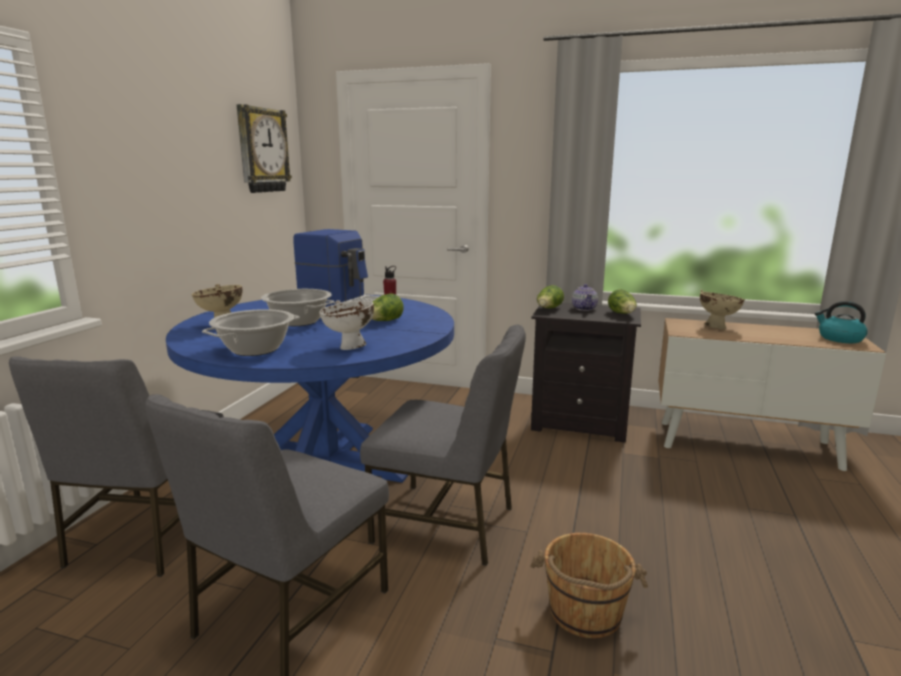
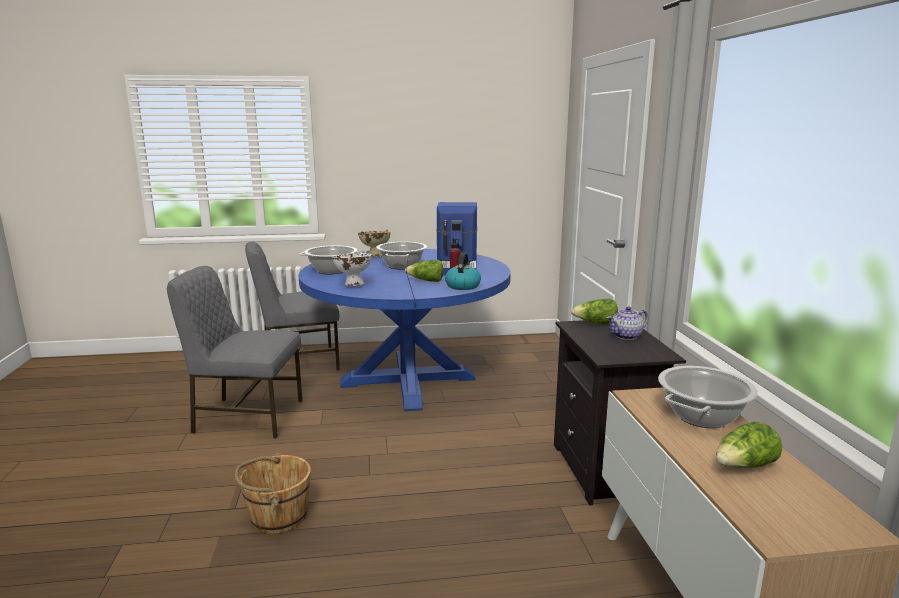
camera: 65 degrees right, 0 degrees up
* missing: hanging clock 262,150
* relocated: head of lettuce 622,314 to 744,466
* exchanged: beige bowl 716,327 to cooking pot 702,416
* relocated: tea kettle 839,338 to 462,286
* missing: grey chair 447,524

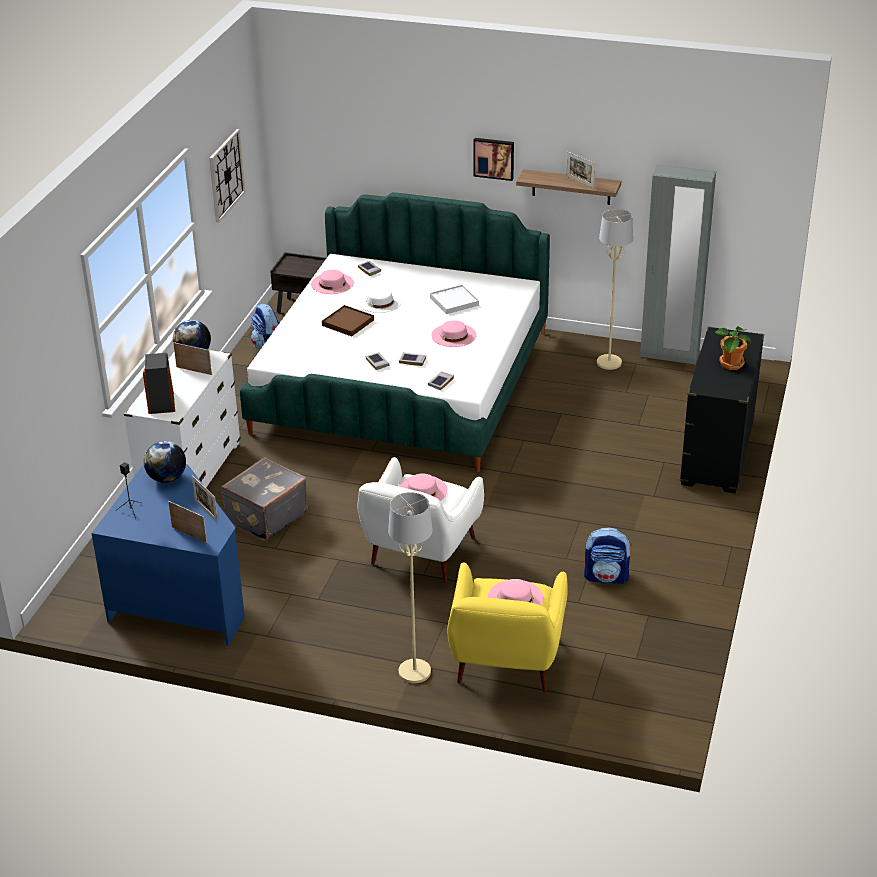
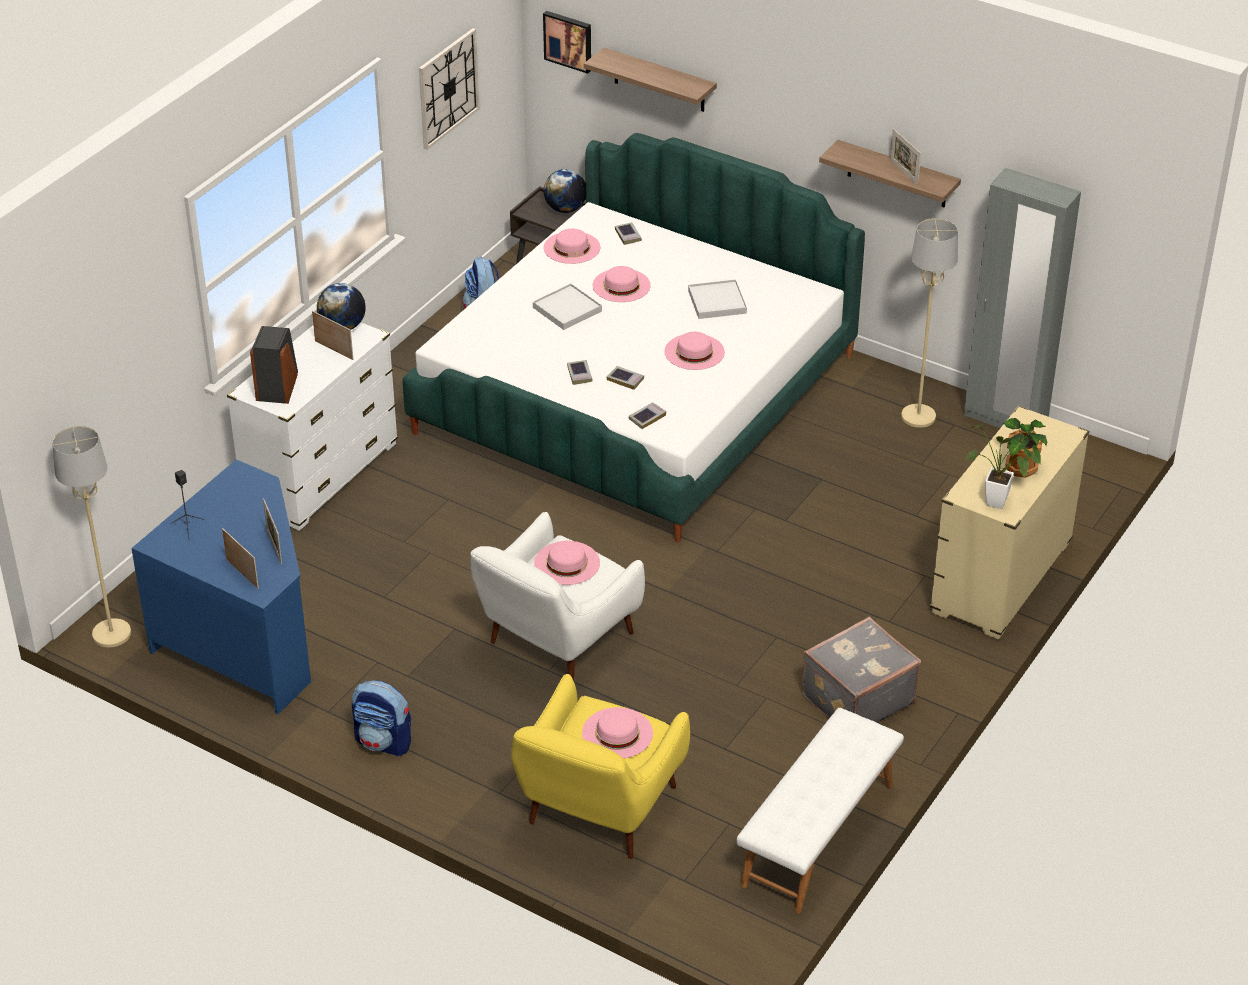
camera: 15 degrees right, 5 degrees up
* relocated: wall picture 494,158 to 568,40
* colour: whitish clothing hat 380,301 to pinkish clothing hat 621,285
* colour: brown tray 348,323 to whitish tray 567,309
* colour: black dresser 717,454 to beige dresser 1001,579
* relocated: globe 167,478 to 565,209
* relocated: grey suitcase 265,517 to 856,698
* relocated: beige standing lamp 415,672 to 112,634
* relocated: backpack 607,577 to 384,742
* appeared: bracket shelf 659,80
* appeared: potted plant 1001,504
* appeared: whitish bench 819,835

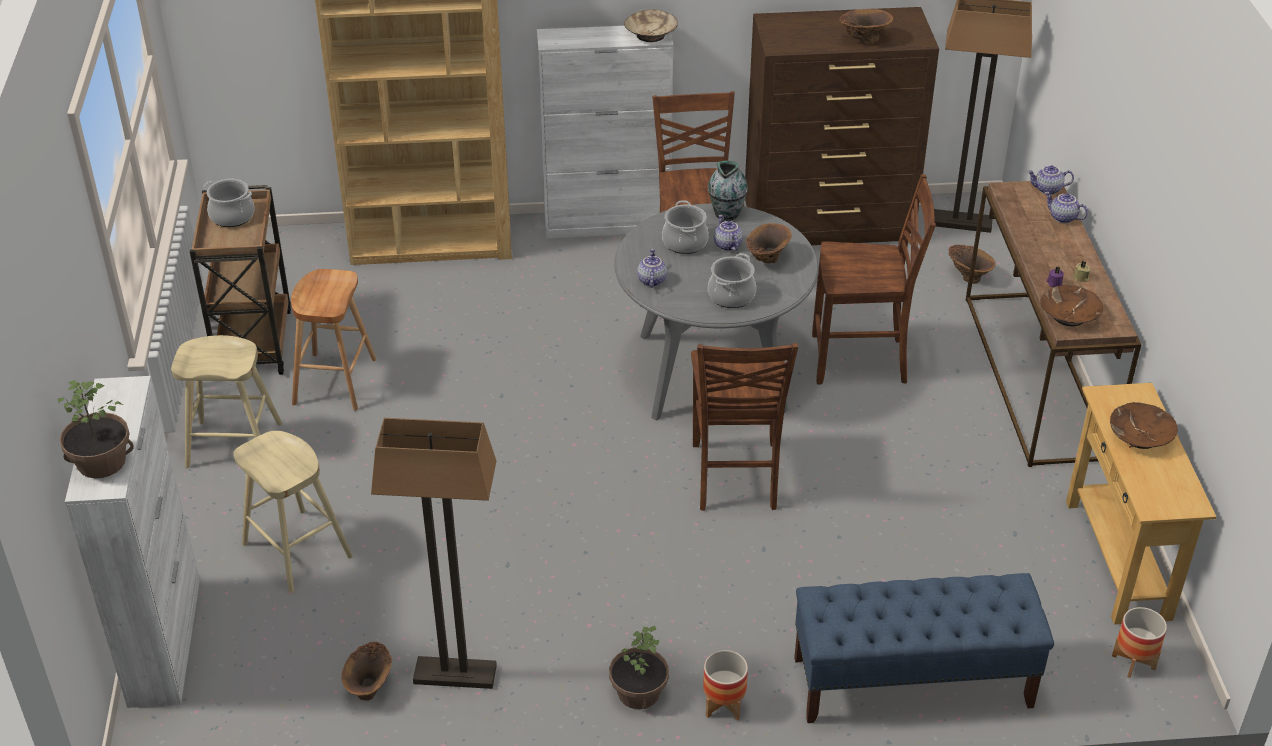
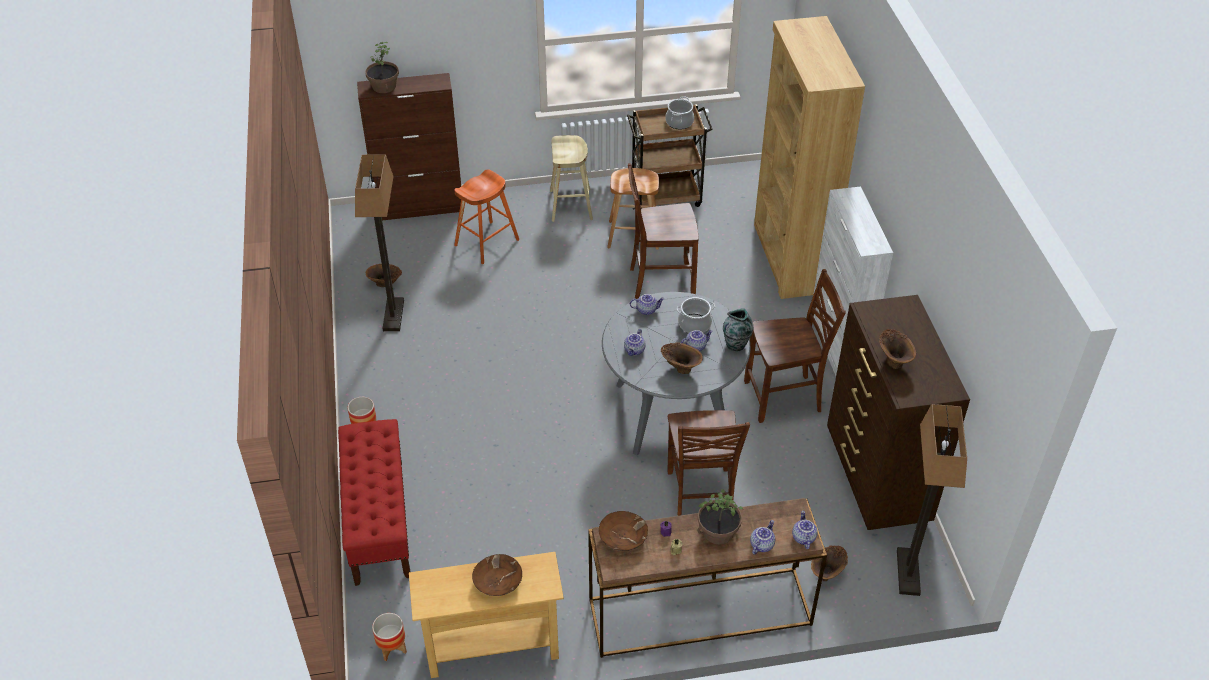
camera: 85 degrees right, 5 degrees up
* missing: beige bowl 651,35
* exchanged: cooking pot 731,296 to pot for tea 635,350
* relocated: brown chair 735,478 to 660,282
* colour: whitish storage cabinet 165,640 to brown storage cabinet 420,207
* colour: beige stool seat 296,550 to orange-coloured stool seat 487,242
* colour: blue bench 911,682 to red-coloured bench 379,521
* relocated: potted plant 638,692 to 718,531

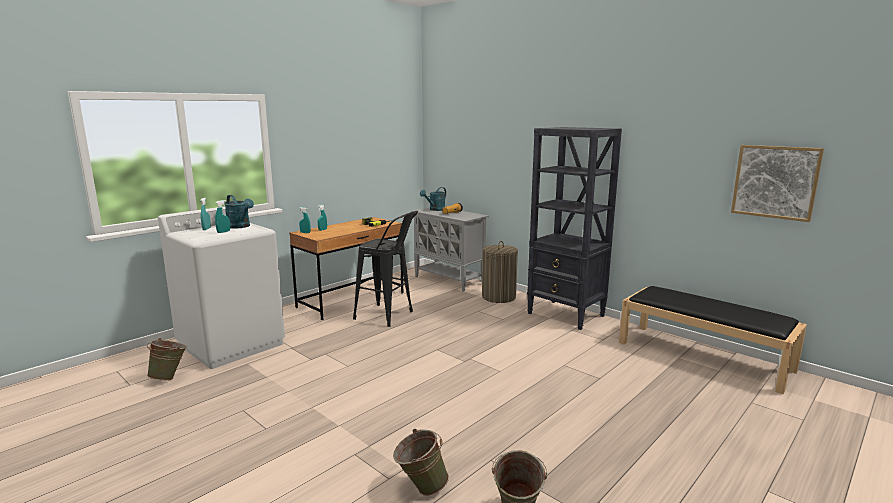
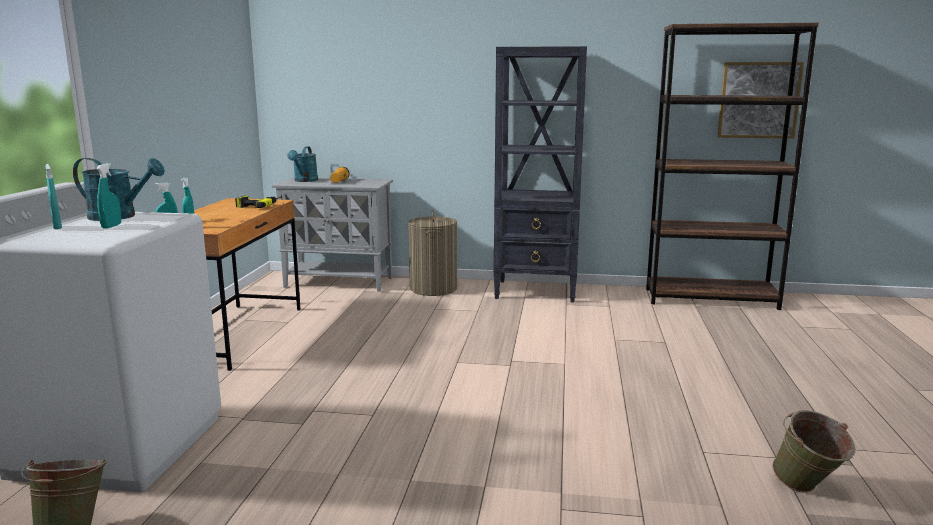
camera: 35 degrees left, 0 degrees up
* missing: black stool seat 388,316
* exchanged: black bench 704,356 to brown bookcase 711,299
* missing: green pail 420,488

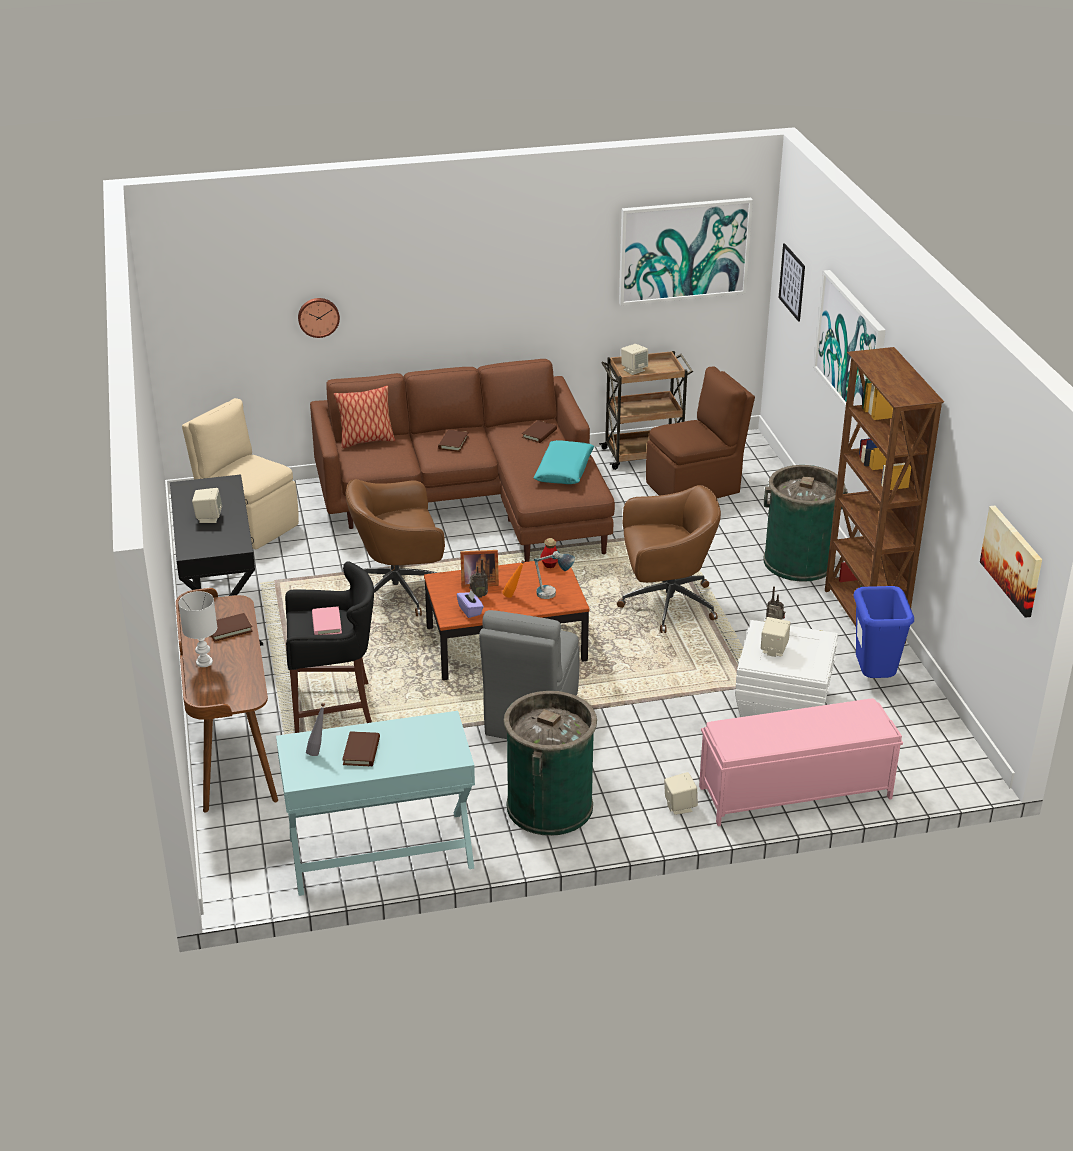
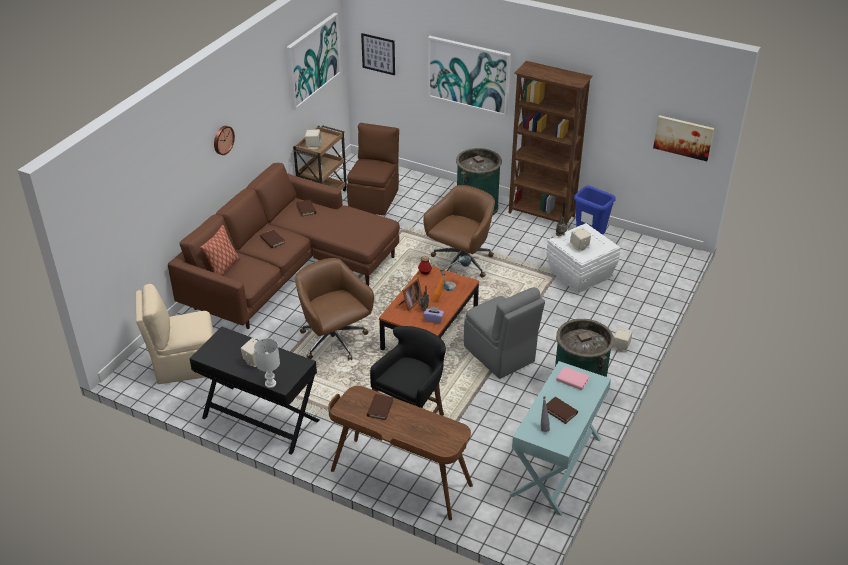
camera: 50 degrees left, 5 degrees up
* relocated: hanging clock 318,316 to 222,140
* missing: turquoise-coloured throw pillow 564,470
* spun: brown desk chair 400,591 = 334,342 120 degrees clockwise
* relocated: whitish table lamp 204,662 to 270,384
* relocated: pinkish bound book 326,623 to 572,380
* missing: pinkish bench 793,792

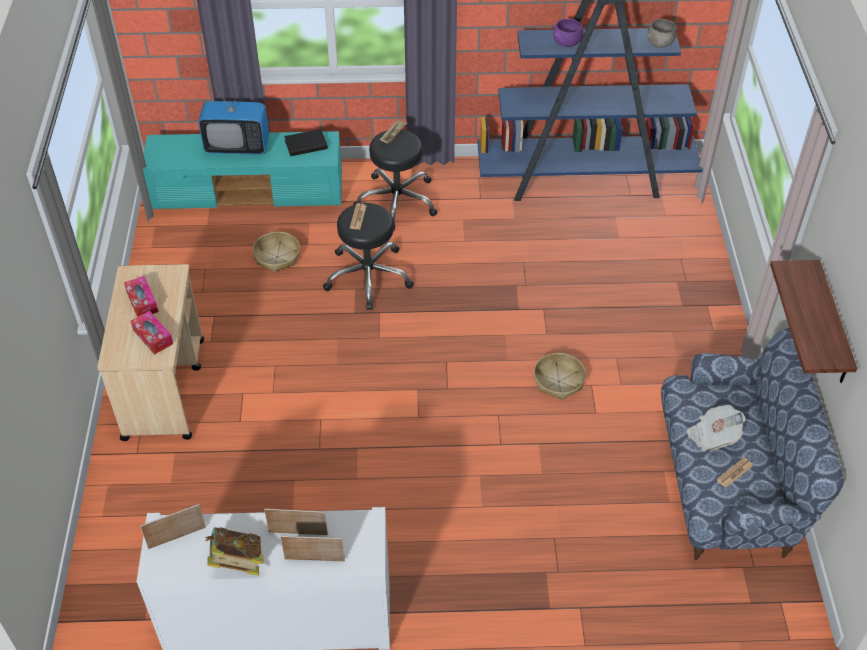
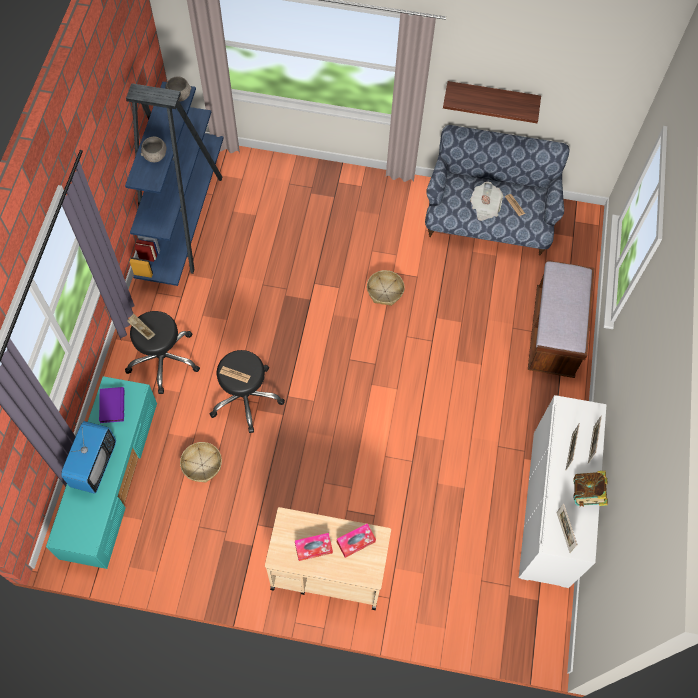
camera: 80 degrees left, 15 degrees up
* colour: purplish bowl 567,42 to grey bowl 155,156
* colour: black bound book 306,144 to purplish bound book 111,405
* appeared: brown bench 554,334

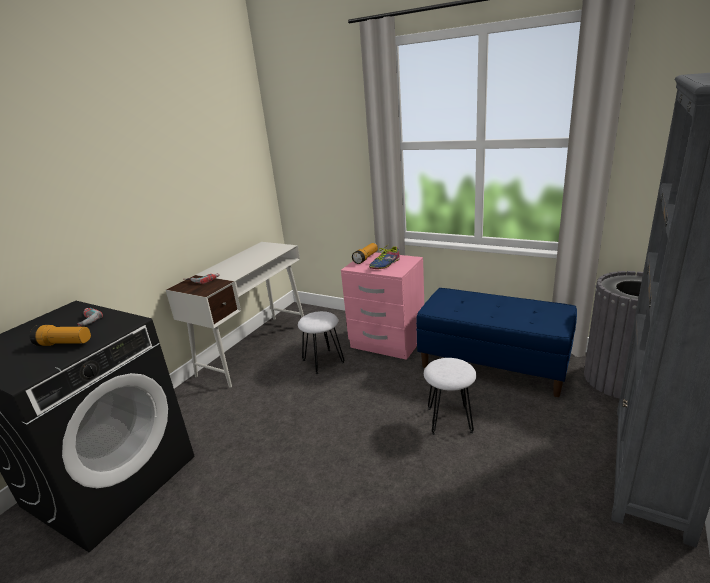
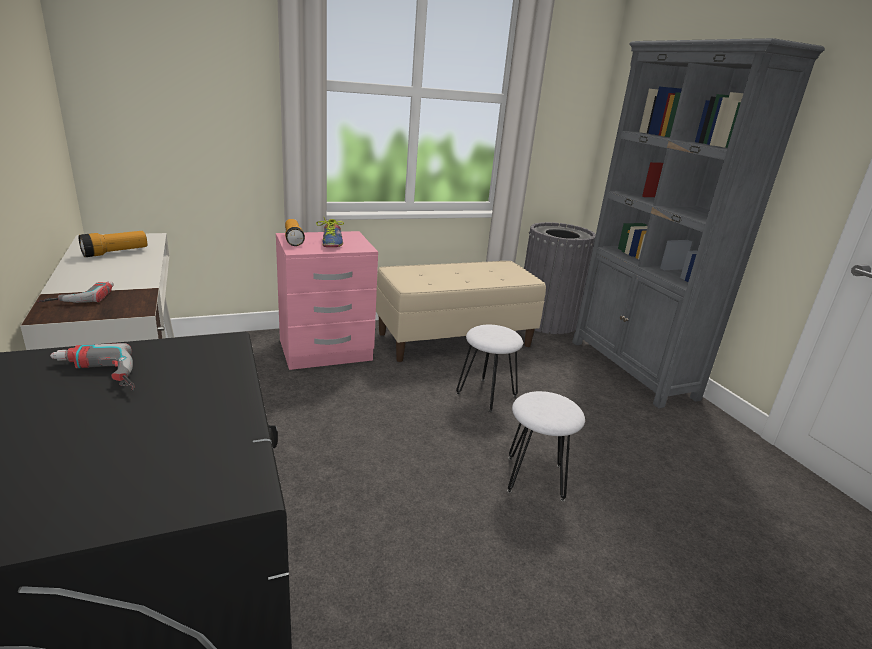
camera: 55 degrees left, 0 degrees up
* colour: blue bench 493,365 to beige bench 455,339
* relocated: whitish stool seat 323,361 to 536,478
* relocated: flashlight 64,344 to 115,253

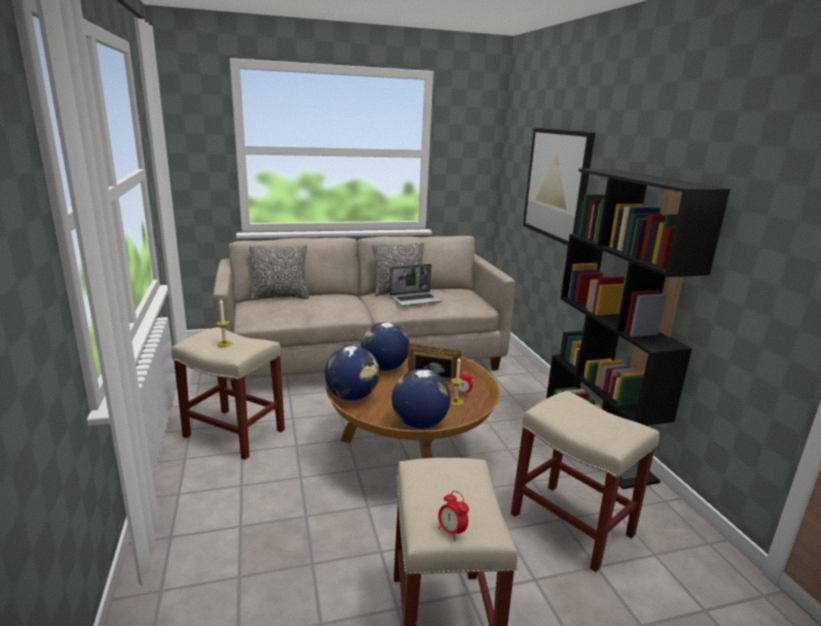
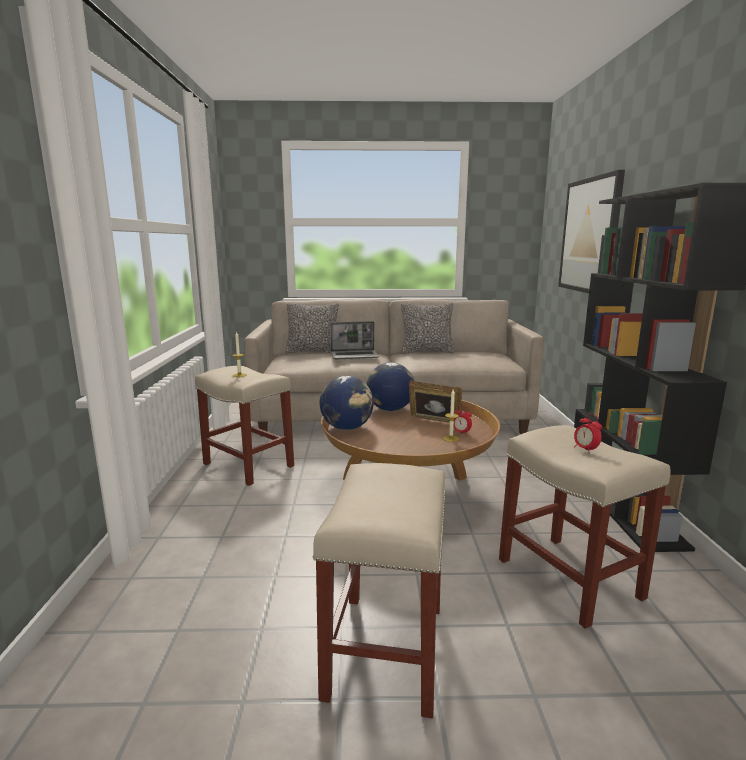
camera: 15 degrees right, 5 degrees down
* relocated: notebook computer 416,300 to 355,356
* missing: globe 419,423
* relocated: table clock 451,532 to 585,450

